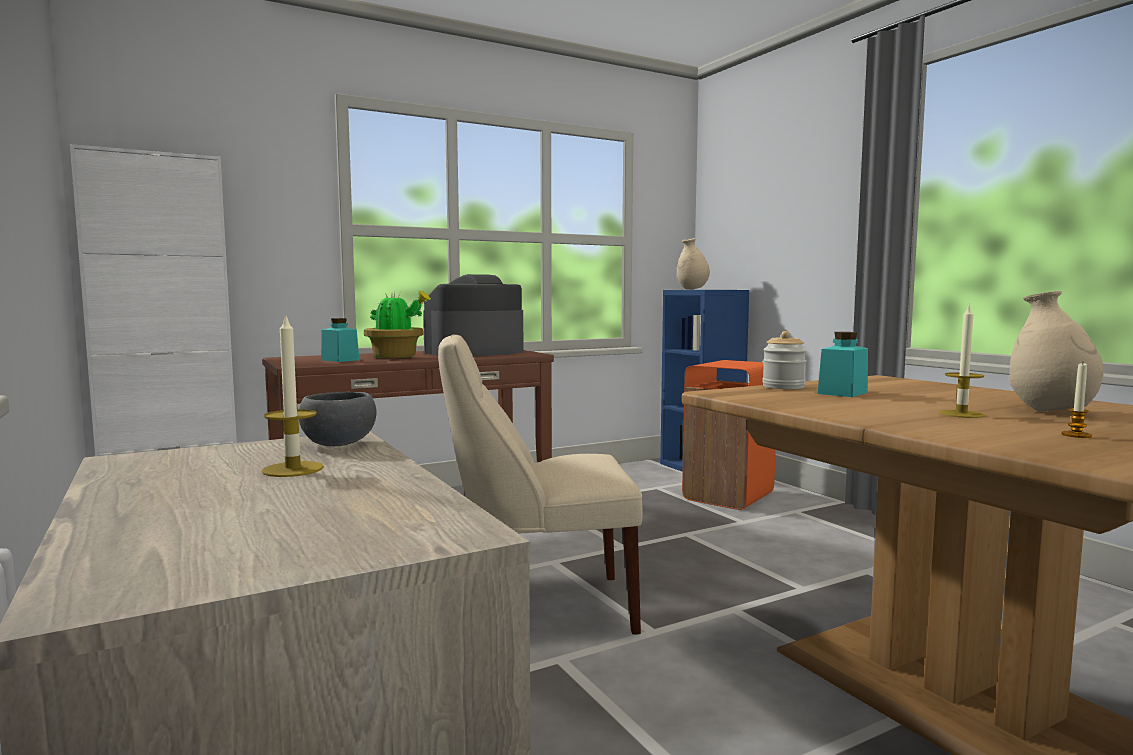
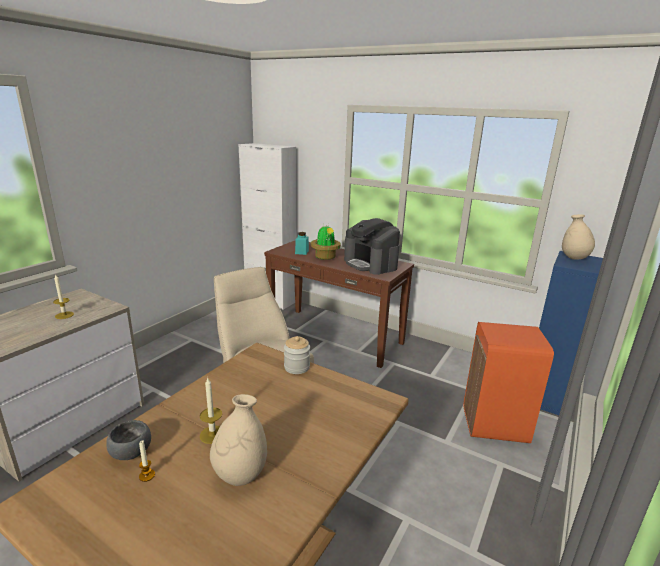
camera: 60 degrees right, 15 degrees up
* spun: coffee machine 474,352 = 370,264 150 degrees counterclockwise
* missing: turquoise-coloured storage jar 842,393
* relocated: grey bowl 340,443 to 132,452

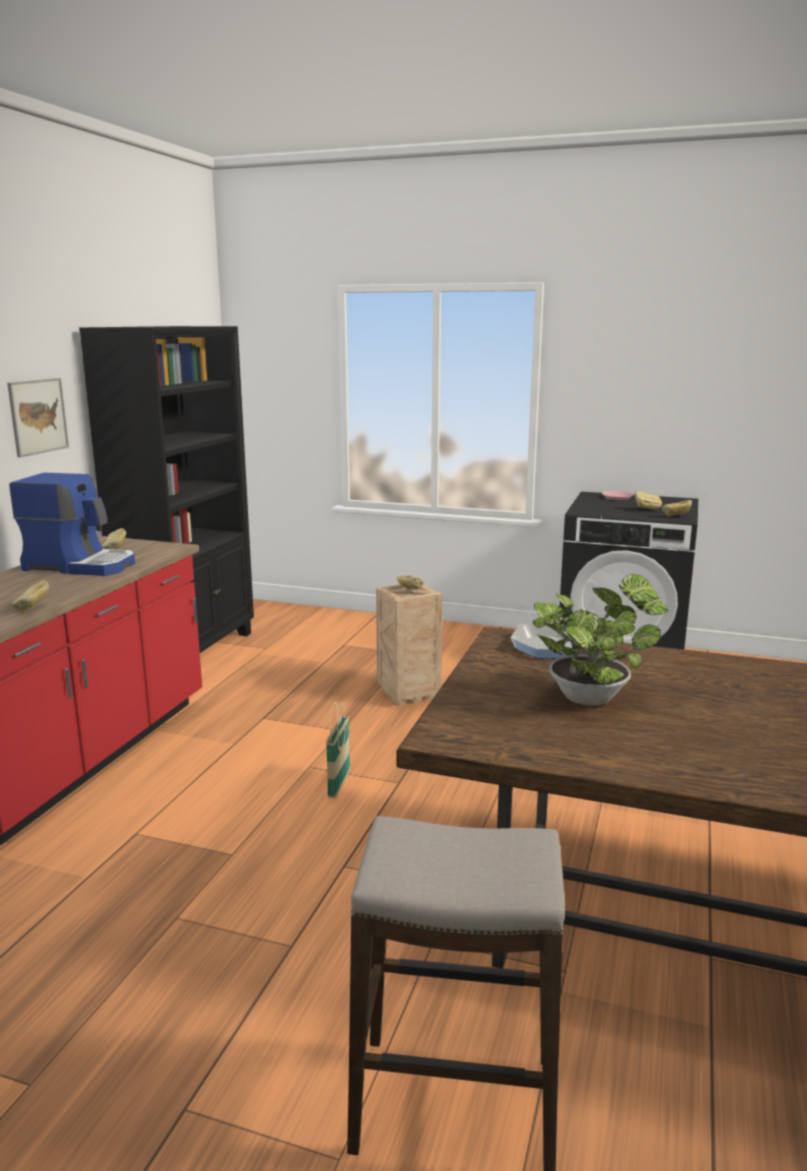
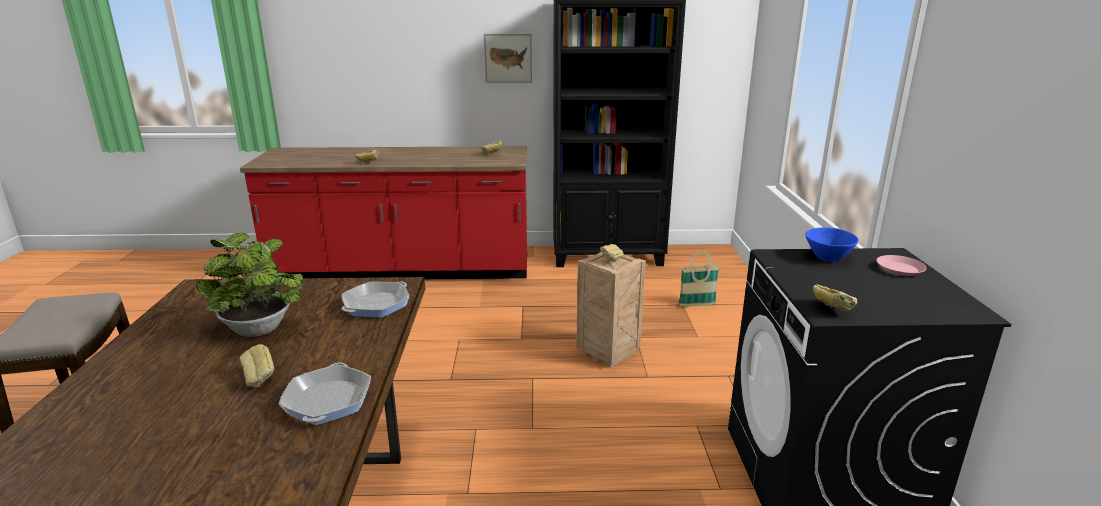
camera: 70 degrees right, 5 degrees up
* missing: coffee machine 81,565
* relocated: bakery bread 646,509 to 260,379
* relocated: basket 339,785 to 696,305
* appeared: blue bowl 826,257
* appeared: frying pan 328,401

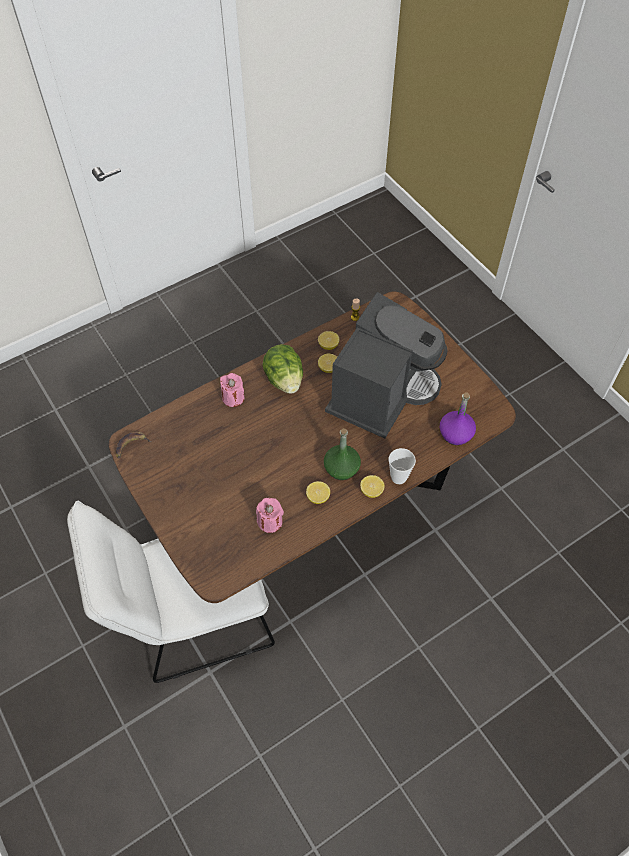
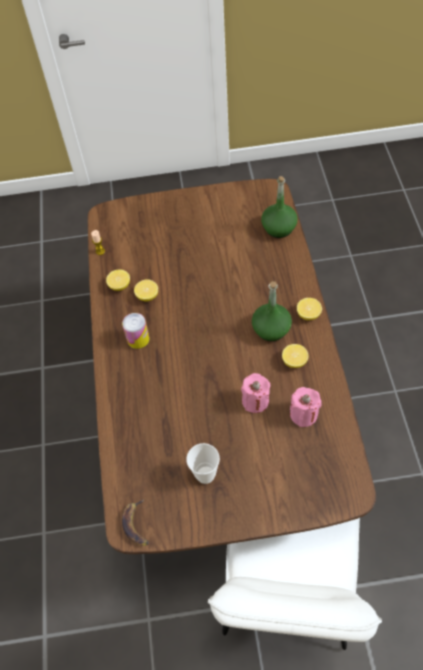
camera: 60 degrees left, 0 degrees up
* missing: coffee machine 381,392
* exchanged: head of lettuce 284,380 to sealed can 138,339
* relocated: pinkish wax light 233,398 to 255,401
* colour: purplish beverage bottle 456,434 to green beverage bottle 279,228
* relocated: small cup 398,477 to 205,475

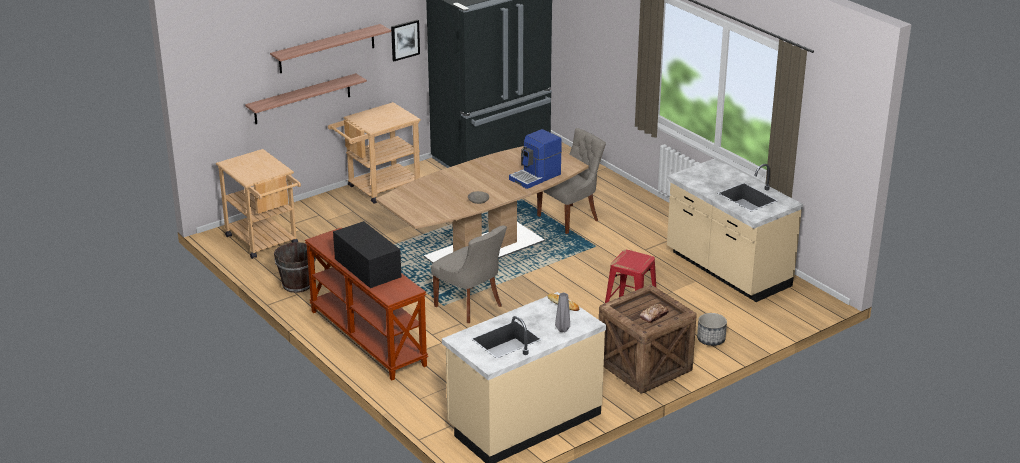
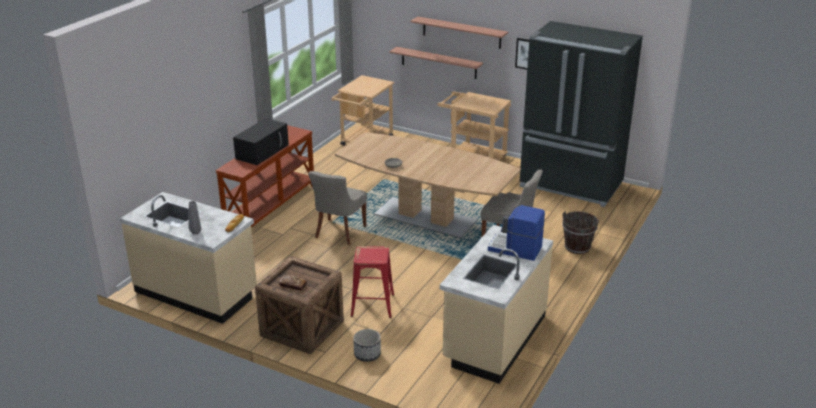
camera: 65 degrees right, 0 degrees up
* relocated: coffee machine 536,177 to 515,249
* relocated: brown pail 297,285 to 577,247

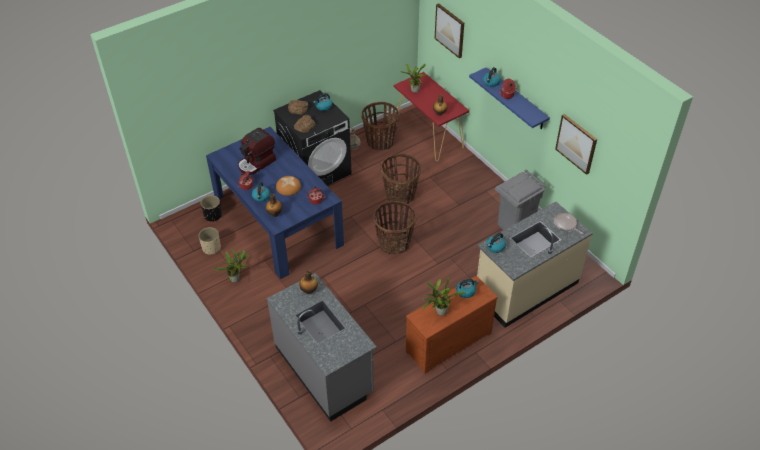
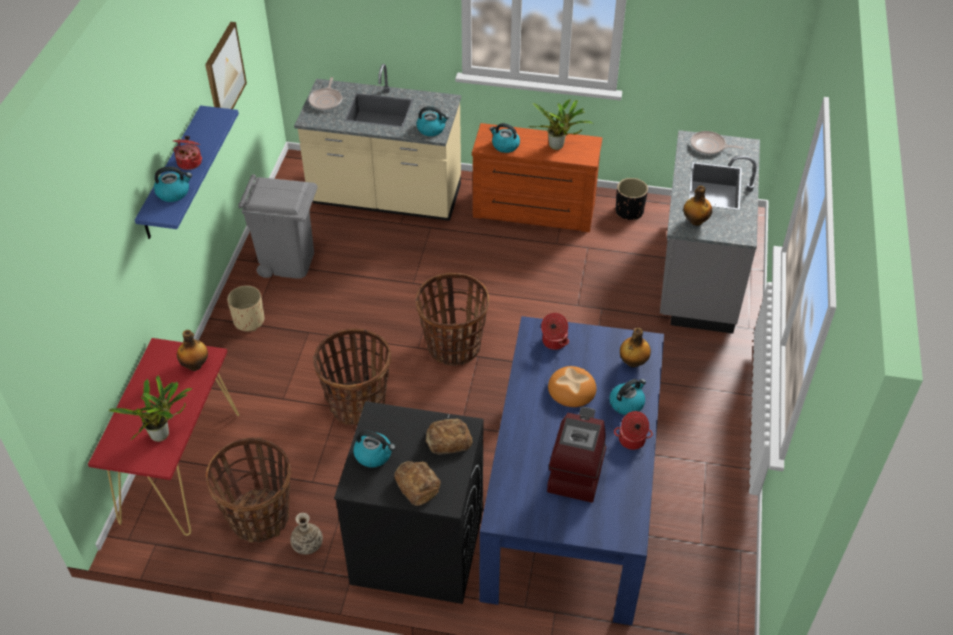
camera: 135 degrees left, 0 degrees up
* missing: wall picture 450,30
* spun: coffee machine 257,163 = 576,469 75 degrees counterclockwise
* relocated: black flower pot 213,215 to 629,211
* relocated: beige flower pot 211,248 to 249,321
* missing: potted plant 236,279
* appeared: frying pan 709,146

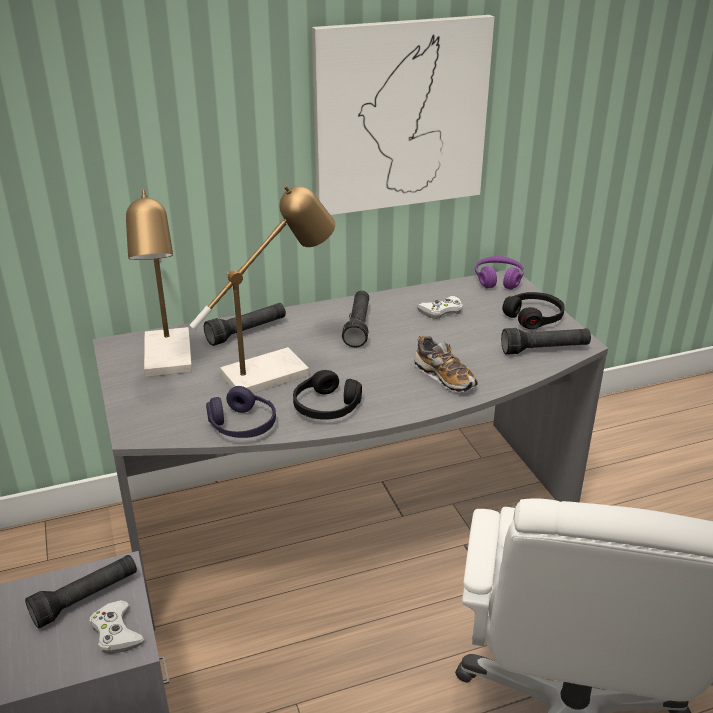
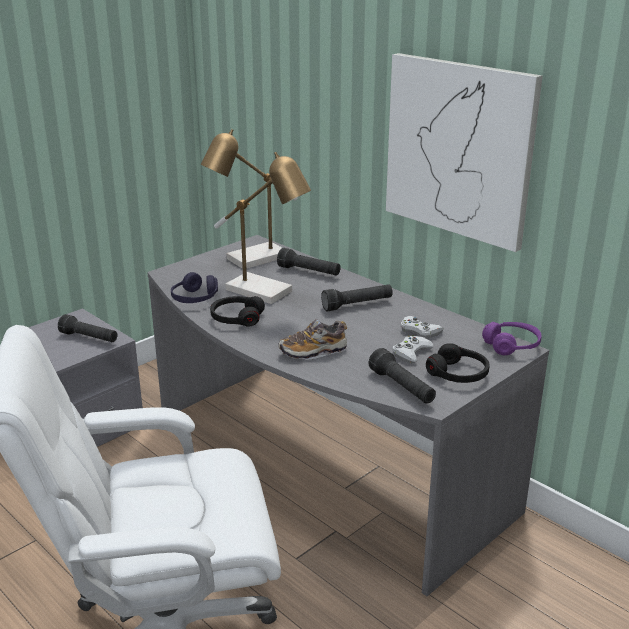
camera: 65 degrees right, 5 degrees down
* spun: item of footwear 444,377 = 313,352 45 degrees clockwise
* relocated: whitish gamepad 116,632 to 411,353

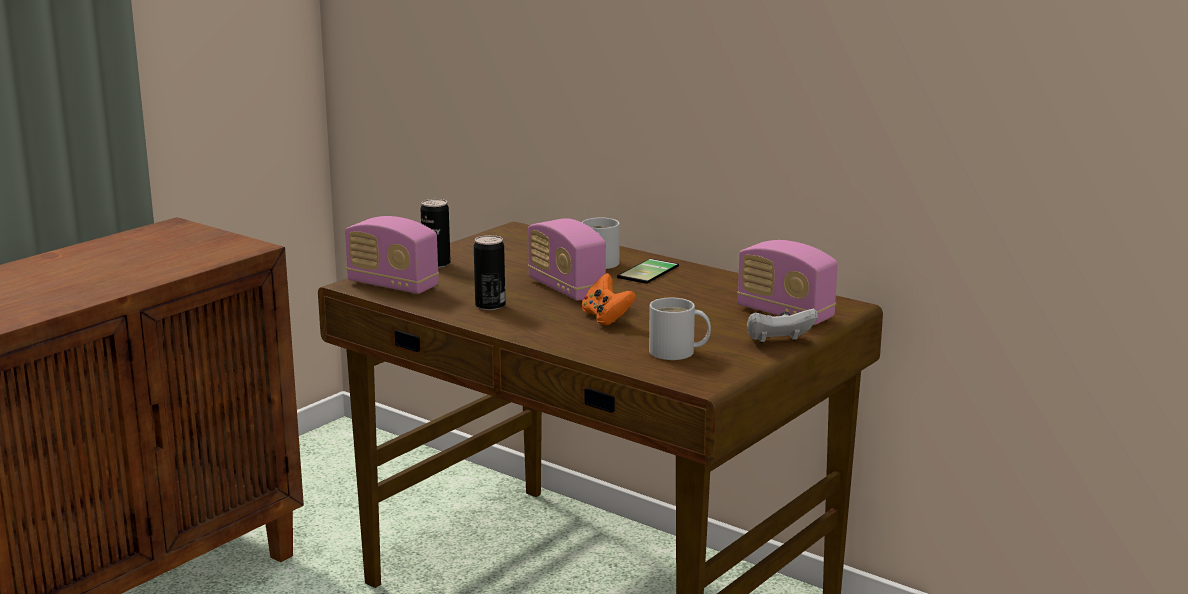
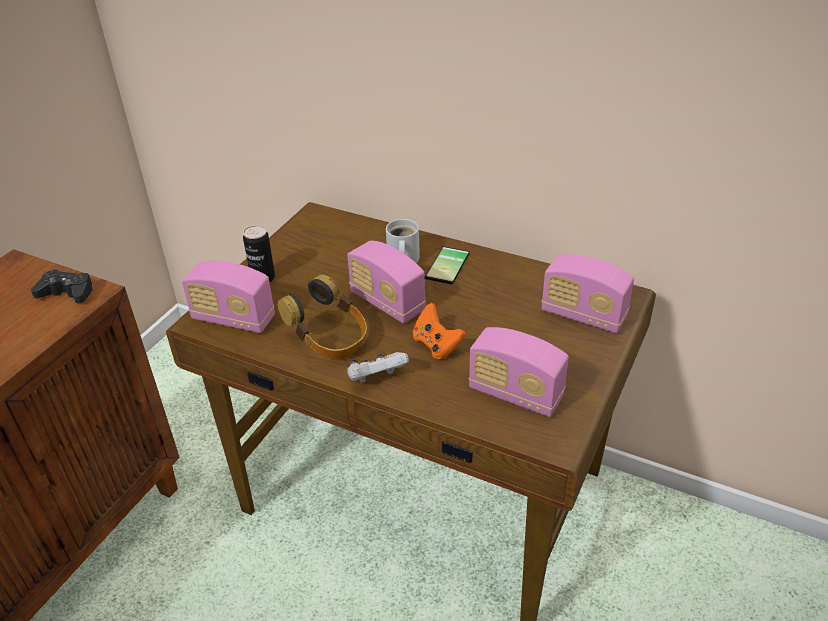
camera: 10 degrees left, 20 degrees up
* exchanged: sealed can 490,305 to headphones 329,340
* exchanged: whitish tea mug 676,353 to radio set 515,394
* relocated: whitish gamepad 778,342 to 376,379
* appeared: black gamepad 67,293

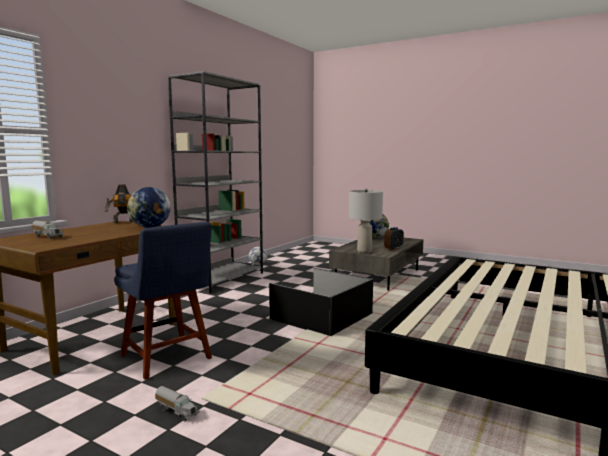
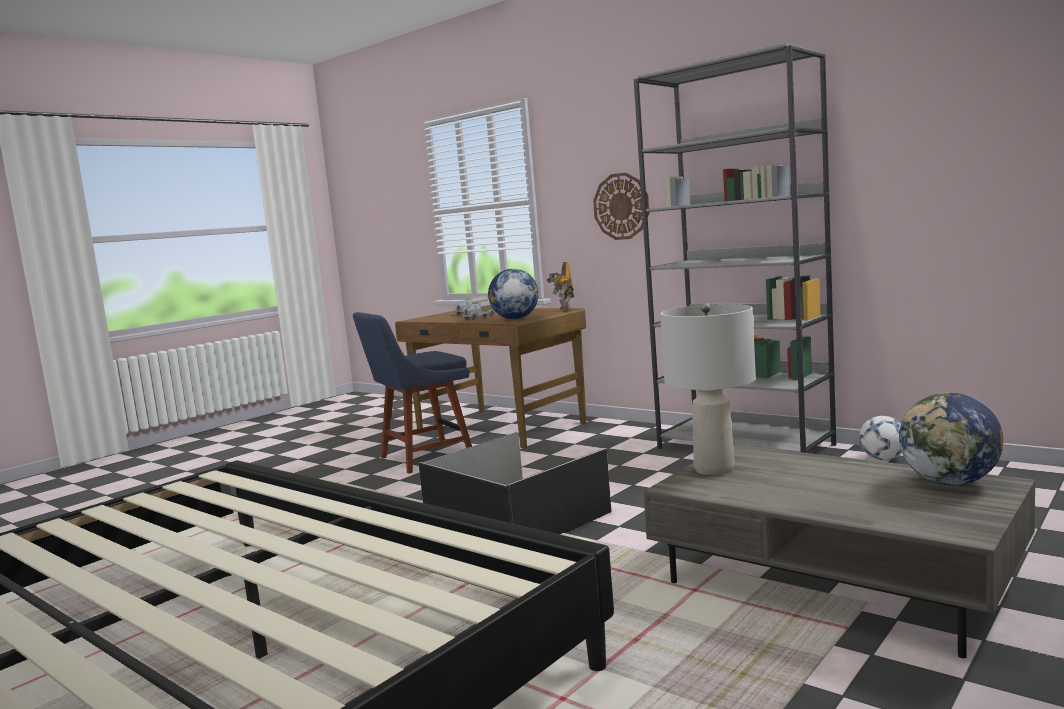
camera: 100 degrees right, 0 degrees up
* missing: table clock 393,249
* relocated: model truck 177,411 to 482,317
* appeared: hanging clock 621,206

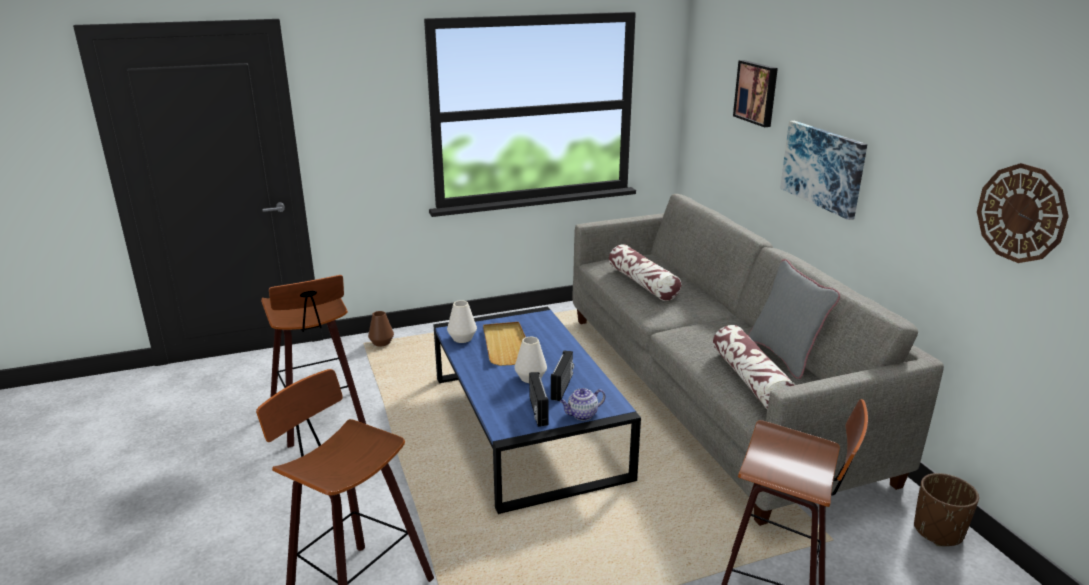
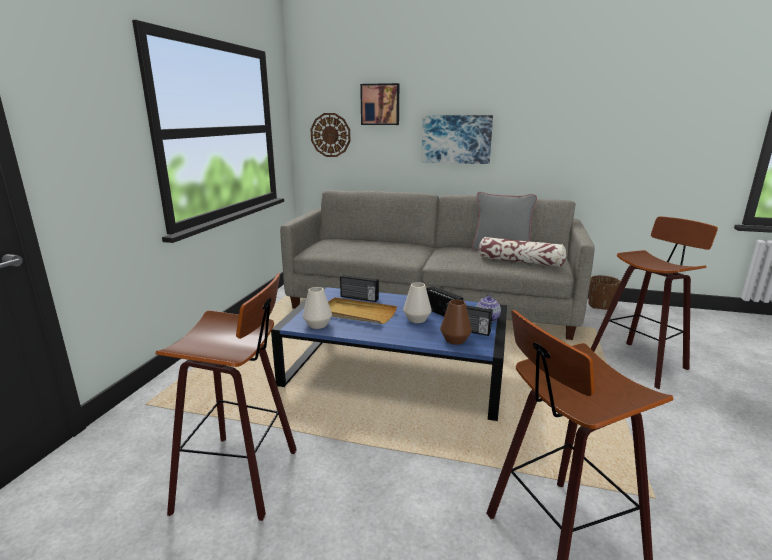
camera: 55 degrees left, 5 degrees down
* relocated: hanging clock 1021,213 to 330,135
* missing: throw pillow 643,283
* relocated: brown vase 381,343 to 455,340
* appeared: radio set 359,298

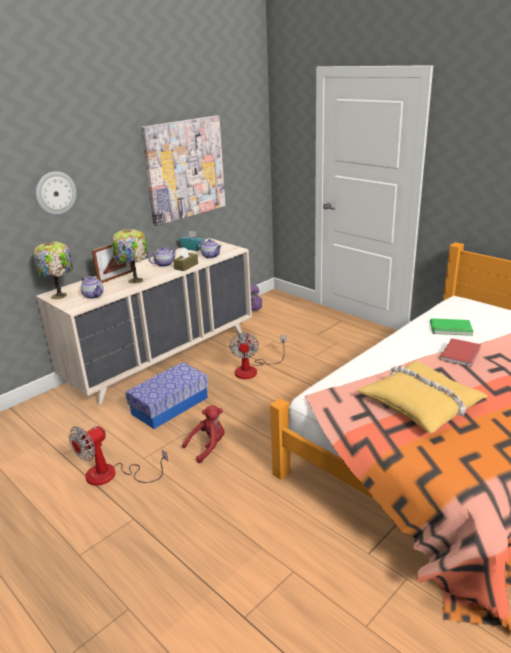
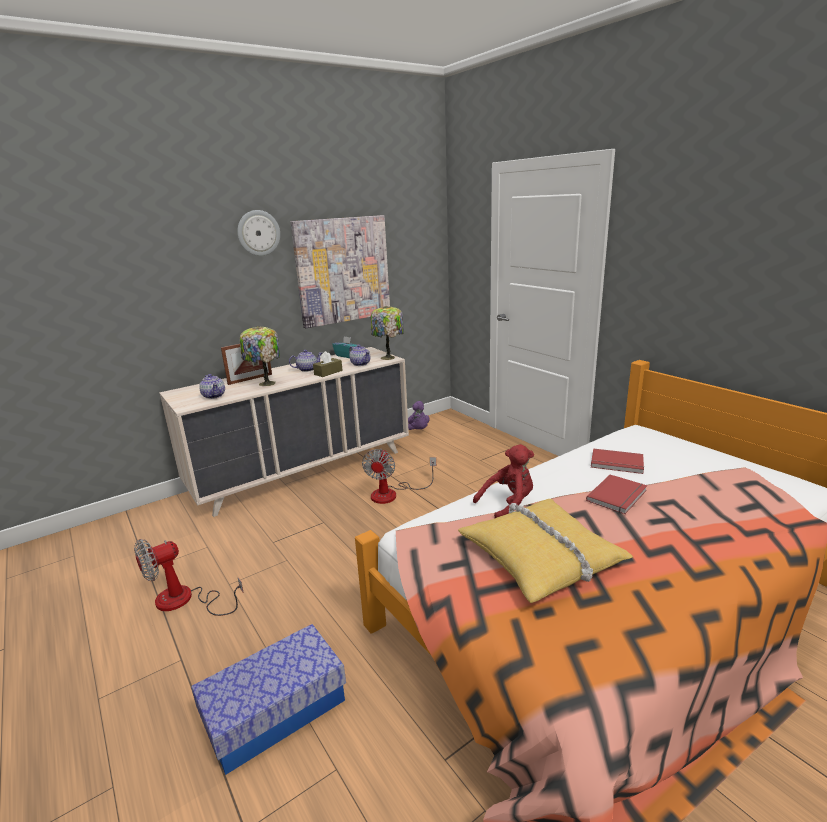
camera: 10 degrees right, 5 degrees down
* relocated: hanging clock 55,193 to 258,233
* relocated: table lamp 60,296 to 388,358
* colour: green bound book 451,329 to red-coloured bound book 617,463
* relocated: storage bin 170,405 to 275,710
* relocated: red-coloured cuddly toy 208,446 to 508,505

